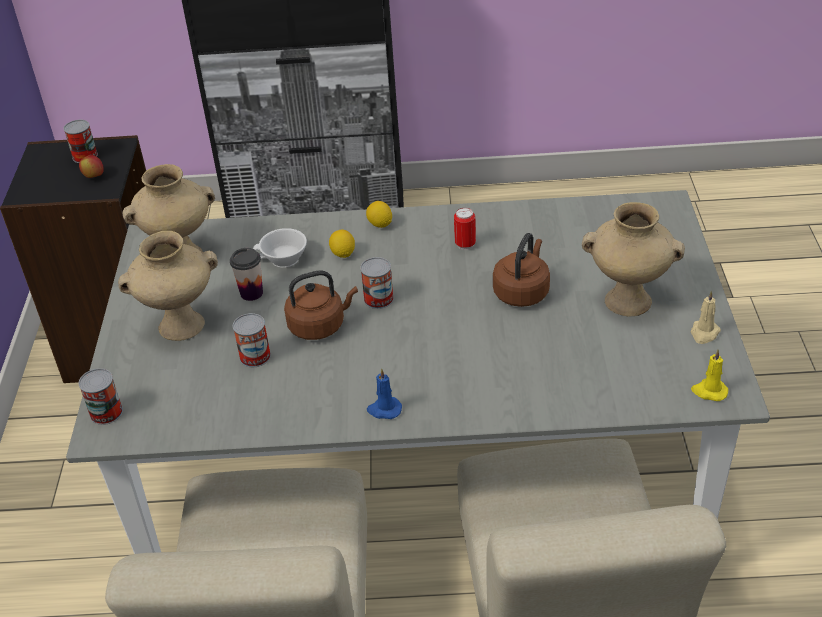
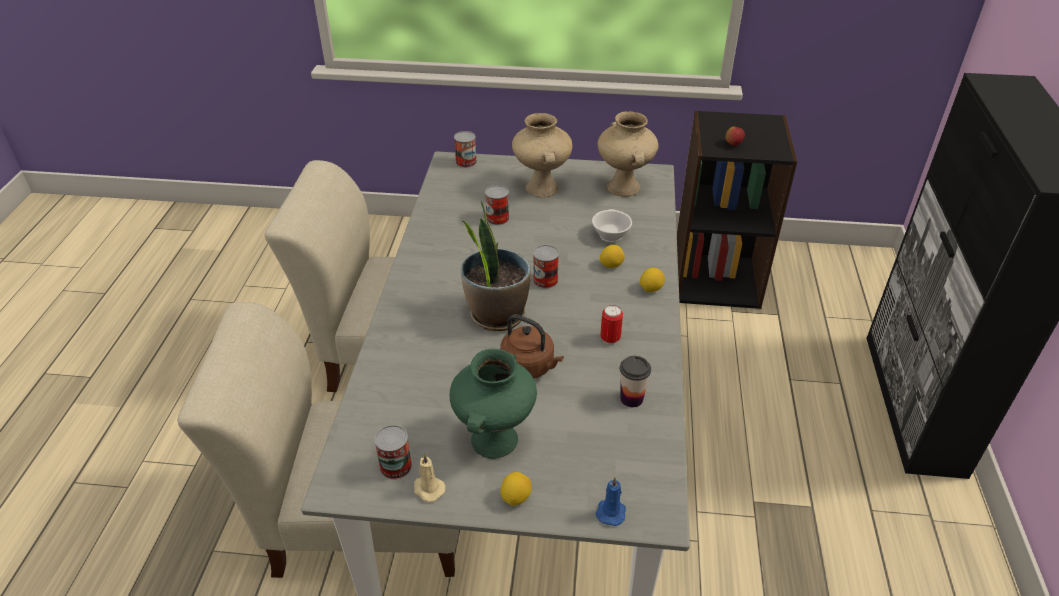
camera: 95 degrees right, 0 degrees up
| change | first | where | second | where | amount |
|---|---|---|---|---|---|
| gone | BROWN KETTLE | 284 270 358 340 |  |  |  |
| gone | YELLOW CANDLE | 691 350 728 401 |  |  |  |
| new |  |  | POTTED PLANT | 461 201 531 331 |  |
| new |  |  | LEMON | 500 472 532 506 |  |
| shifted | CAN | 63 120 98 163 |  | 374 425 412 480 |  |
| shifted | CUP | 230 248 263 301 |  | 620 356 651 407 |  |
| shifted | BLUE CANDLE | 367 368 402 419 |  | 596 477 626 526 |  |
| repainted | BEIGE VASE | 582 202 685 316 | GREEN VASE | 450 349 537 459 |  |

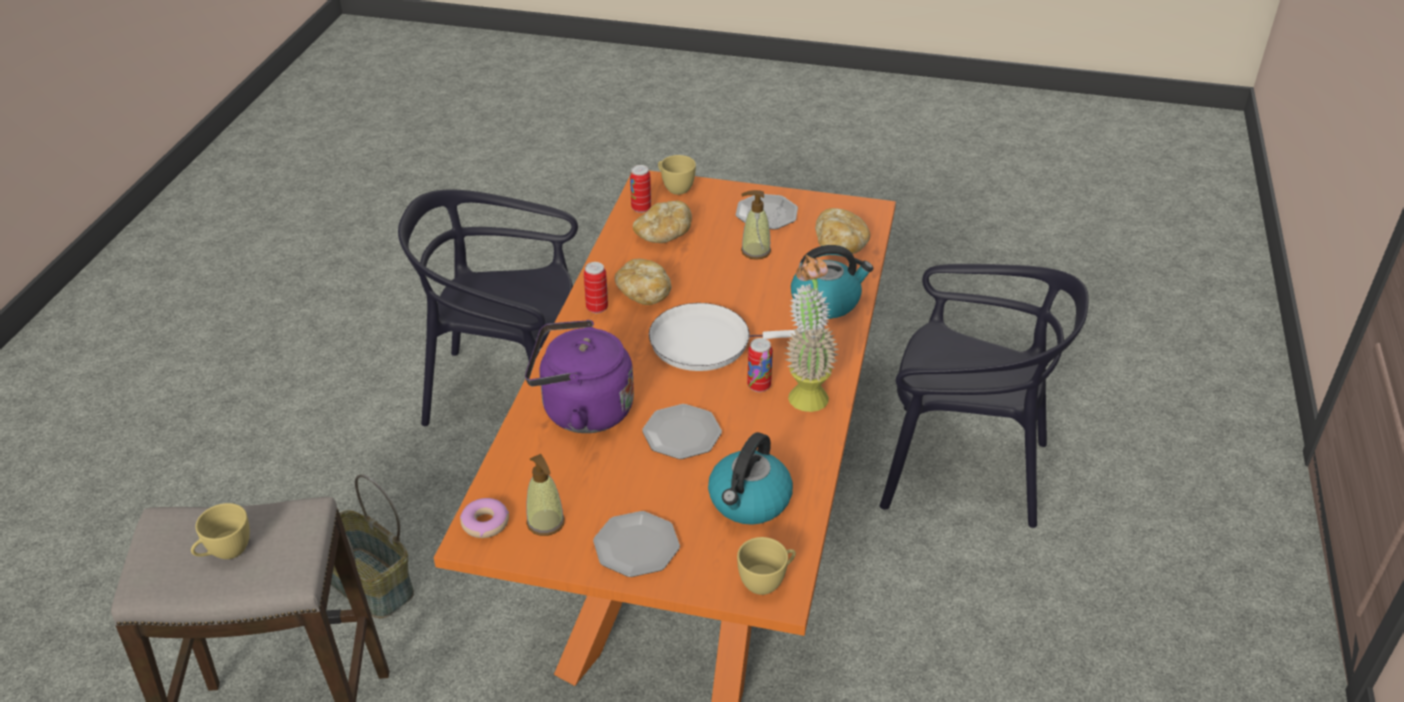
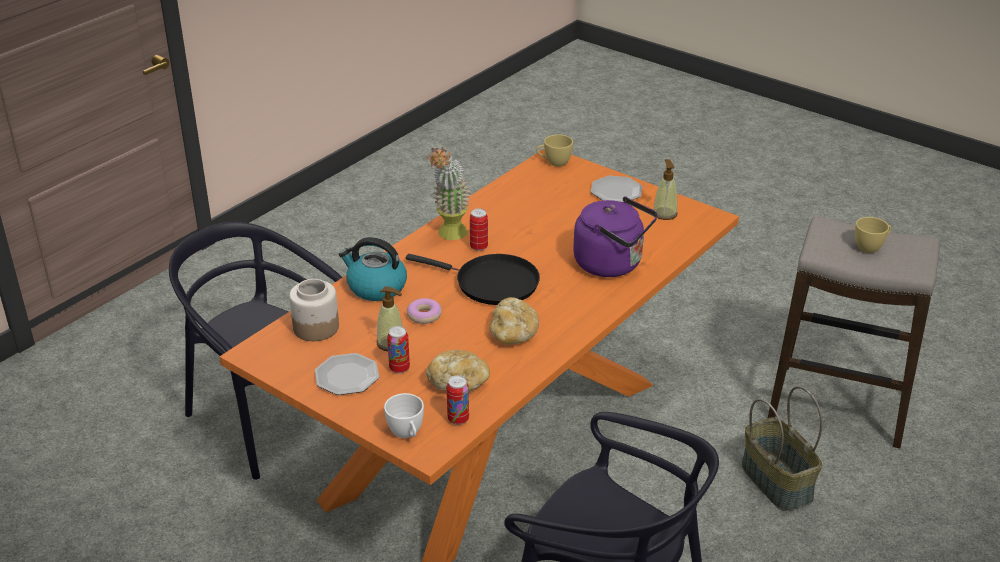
camera: 155 degrees left, 5 degrees down
| change | first | where | second | where | amount |
|---|---|---|---|---|---|
| gone | PLATE | 642 404 722 459 |  |  |  |
| gone | KETTLE | 708 432 793 525 |  |  |  |
| shifted | DONUT | 460 498 509 538 |  | 407 298 442 324 |  |
| shifted | CAN | 584 262 608 313 |  | 387 326 410 374 |  |
| swapped | BREAD | 815 208 870 254 | JAR | 289 279 339 341 |  |
| repainted | WHITE FRYING PAN | 649 303 800 371 | BLACK FRYING PAN | 406 254 540 305 |  |
| repainted | YELLOW CUP | 658 155 696 195 | WHITE CUP | 384 393 424 438 |  |

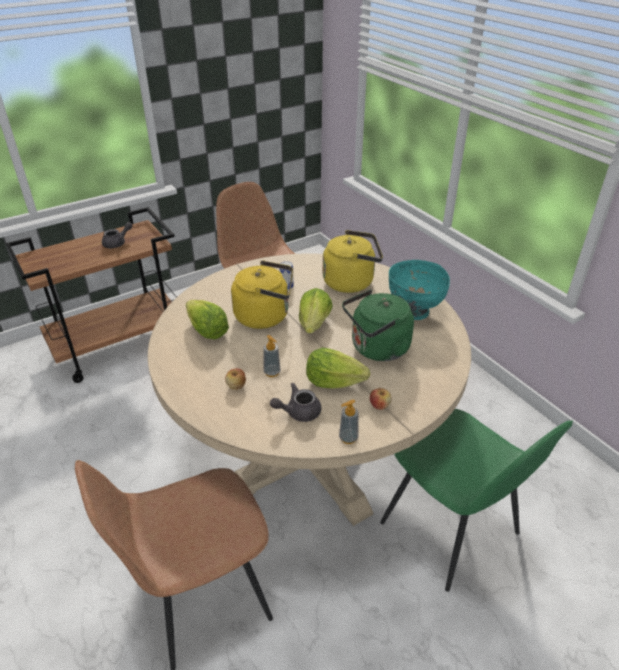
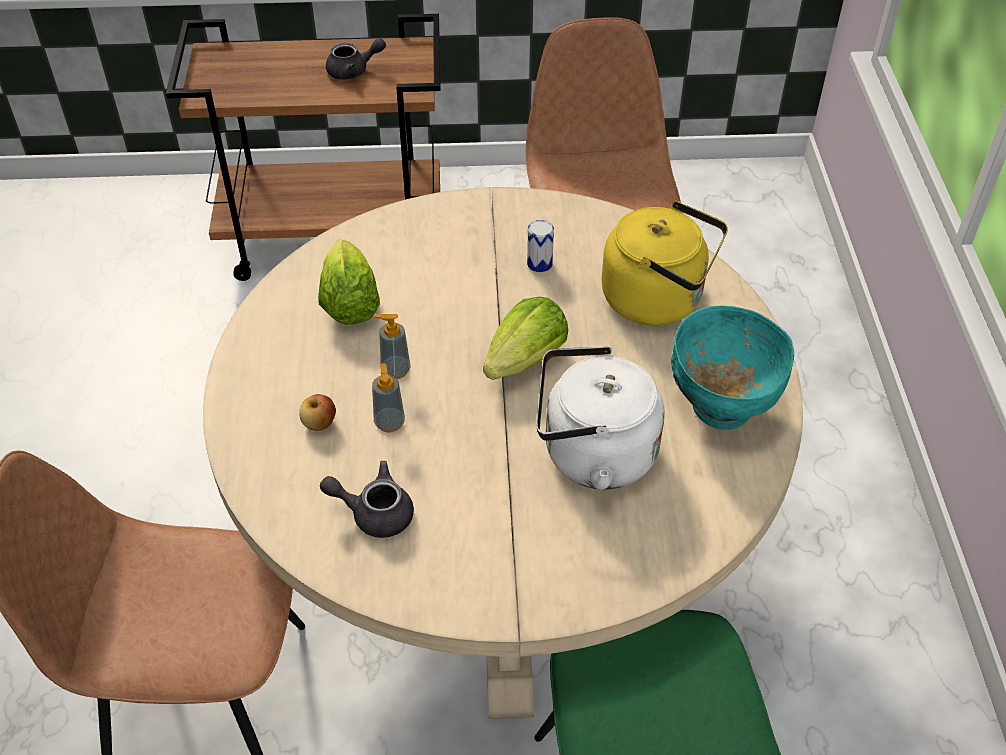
camera: 30 degrees right, 10 degrees up
| change | first | where | second | where | amount |
|---|---|---|---|---|---|
| gone | YELLOW KETTLE | 231 260 293 329 |  |  |  |
| gone | LETTUCE | 306 348 370 389 |  |  |  |
| gone | APPLE | 370 388 392 410 |  |  |  |
| shifted | SOAP DISPENSER | 339 399 358 444 |  | 375 314 411 379 |  |
| repainted | GREEN KETTLE | 342 289 414 361 | WHITE KETTLE | 536 346 664 490 |  |

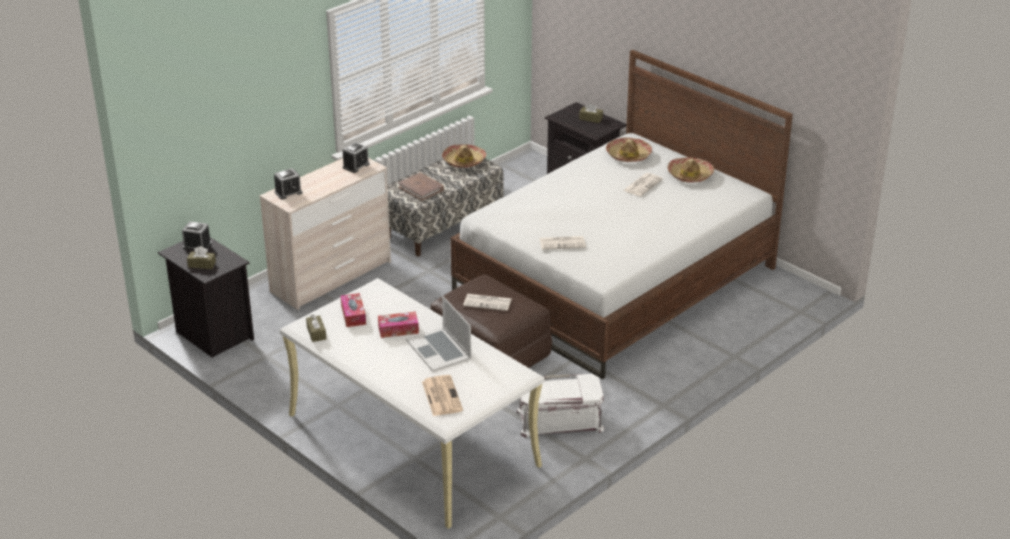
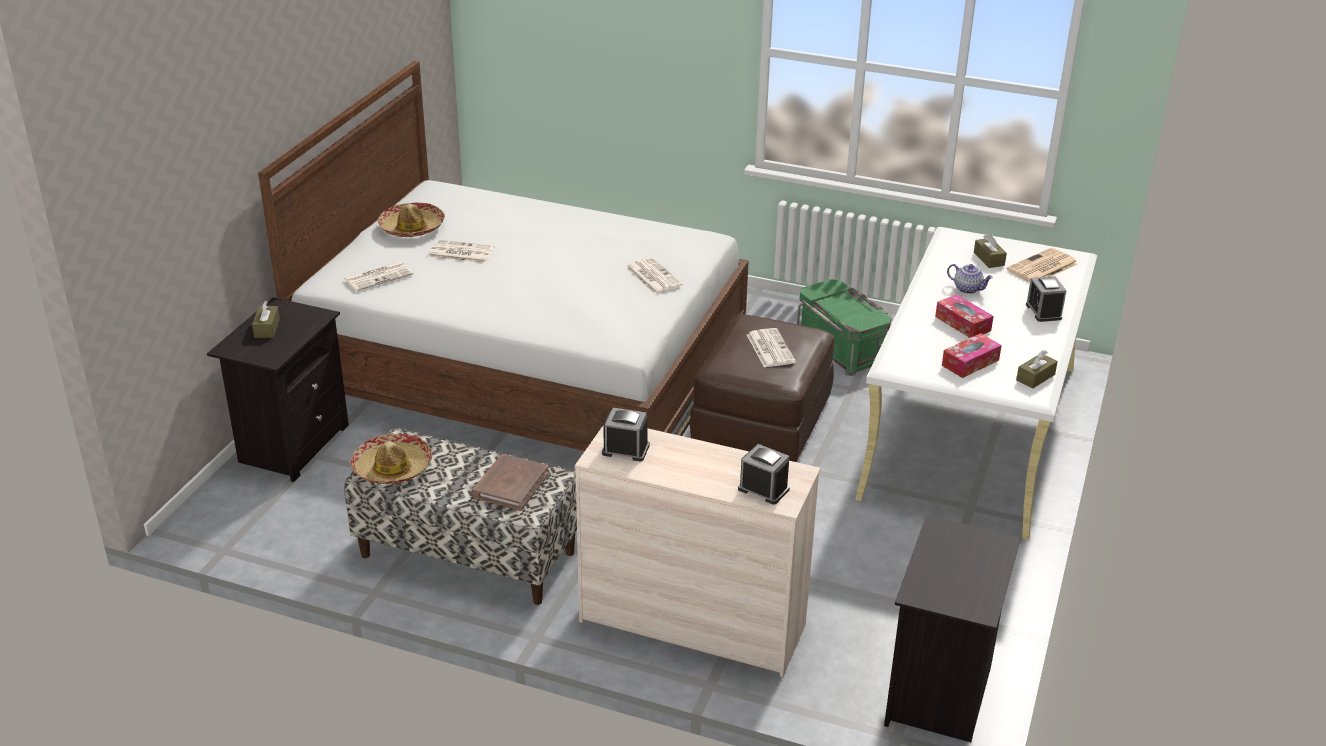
camera: 115 degrees left, 0 degrees up
| change | first | where | second | where | amount |
|---|---|---|---|---|---|
| shifted | ALARM CLOCK | 182 221 212 249 |  | 1026 276 1067 322 |  |
| shifted | BROWN TISSUE BOX | 187 246 216 269 |  | 974 234 1007 268 |  |
| swapped | LAPTOP | 406 296 471 372 | TEAPOT | 947 264 993 294 |  |
| swapped | HAT | 606 137 652 162 | NEWSPAPER | 344 262 413 291 |  |
| repainted | WHITE STORAGE BOX | 516 374 604 438 | GREEN STORAGE BOX | 797 279 892 376 |  |

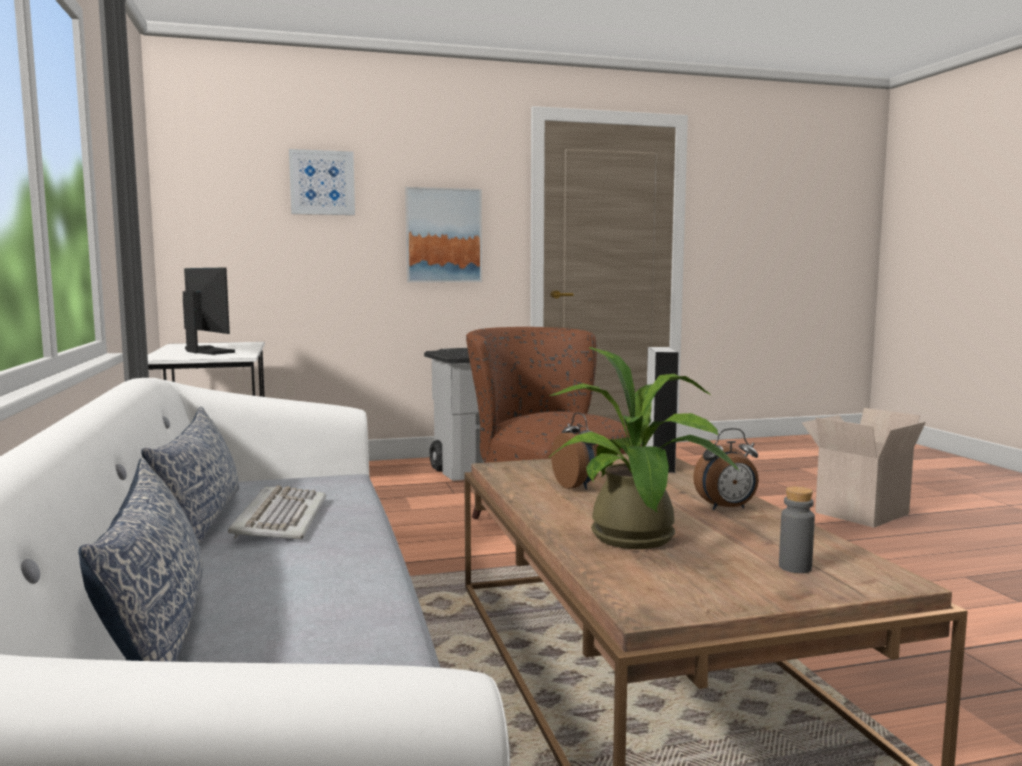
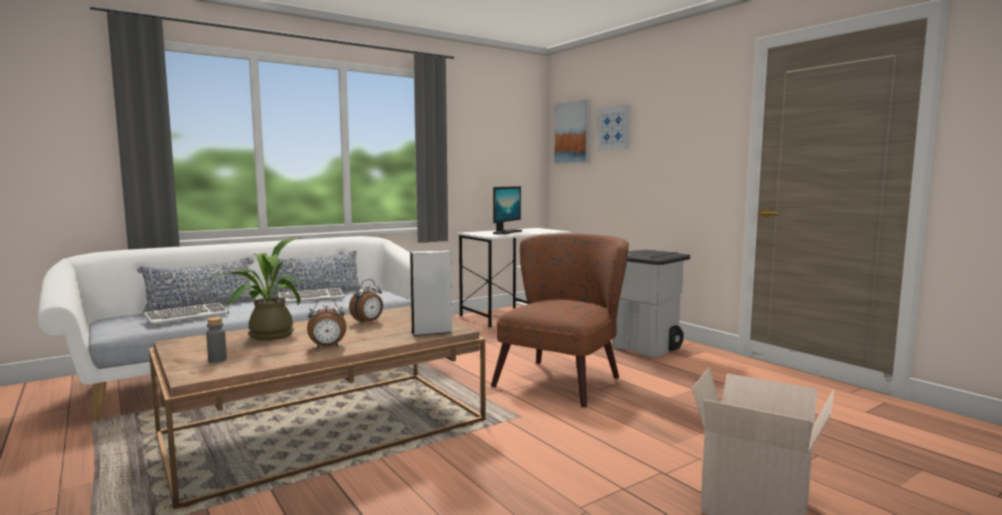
camera: 70 degrees right, 0 degrees up
| change | first | where | second | where | amount |
|---|---|---|---|---|---|
| new |  |  | KEYBOARD | 143 303 229 325 |  |
| shifted | PICTURE | 405 187 482 282 |  | 553 99 591 164 |  |
| rotated | ALARM CLOCK | 693 428 759 510 |  | 307 298 346 349 | 75 degrees counterclockwise |

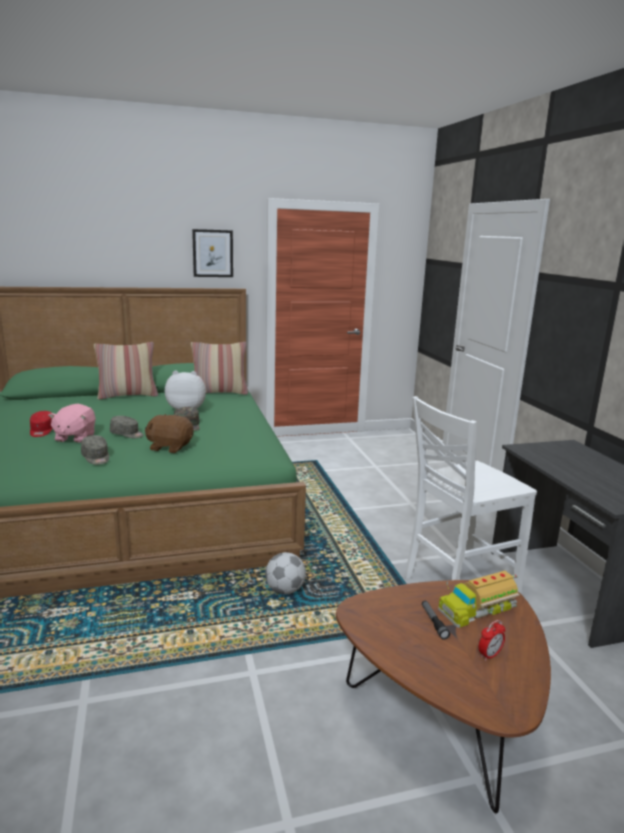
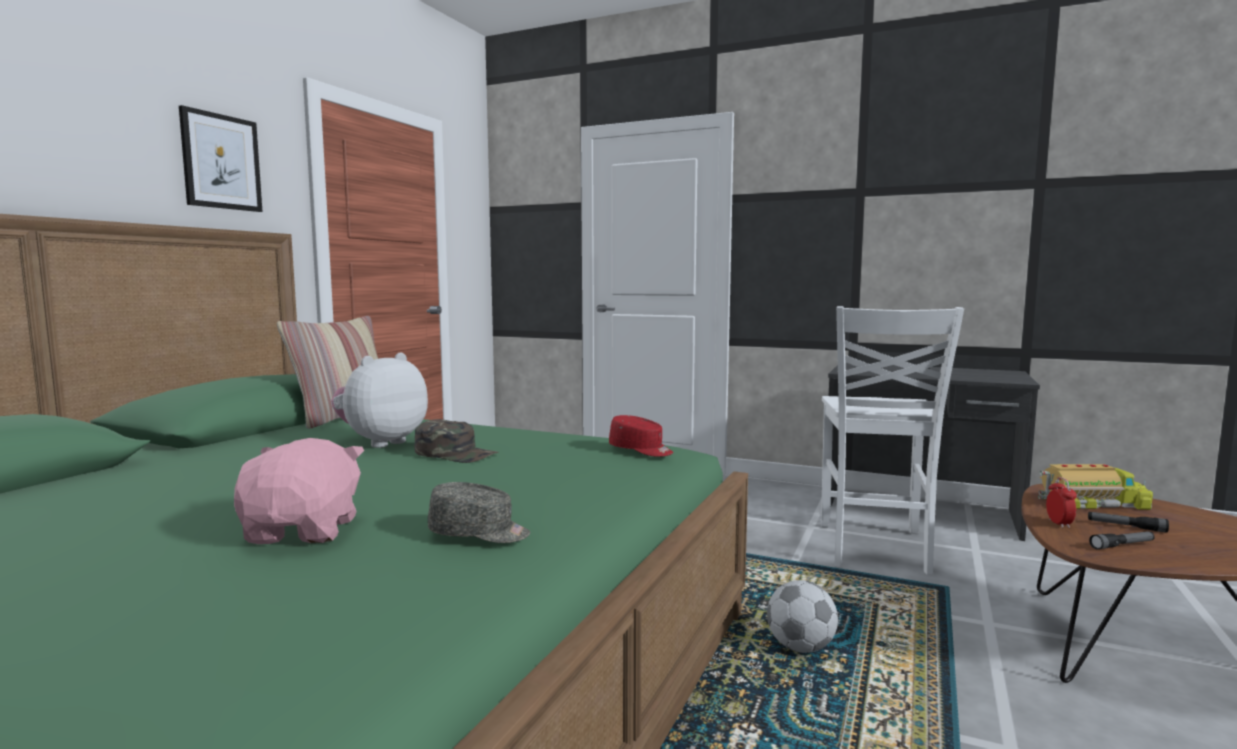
camera: 50 degrees left, 10 degrees down
| change | first | where | second | where | amount |
|---|---|---|---|---|---|
| gone | PILLOW | 94 342 158 400 |  |  |  |
| gone | GREY CAP | 110 416 144 438 |  |  |  |
| gone | BROWN PLUSH TOY | 145 414 194 453 |  |  |  |
| new |  |  | FLASHLIGHT | 1089 531 1155 549 |  |
| shifted | RED CAP | 30 411 52 437 |  | 609 415 673 457 |  |
| shifted | ALARM CLOCK | 478 620 506 661 |  | 1046 477 1076 528 |  |
| rotated | PINK PLUSH TOY | 48 404 96 443 |  | 234 438 364 544 | 135 degrees counterclockwise |
| rotated | TOY TRUCK | 438 571 520 628 |  | 1038 464 1153 510 | 105 degrees counterclockwise |

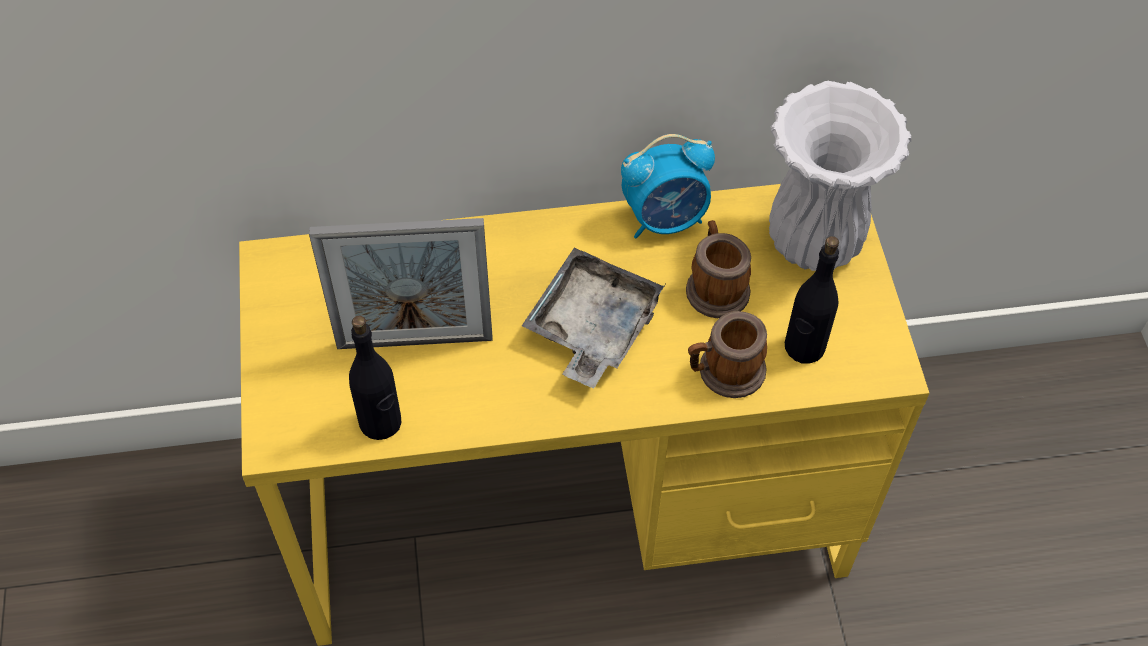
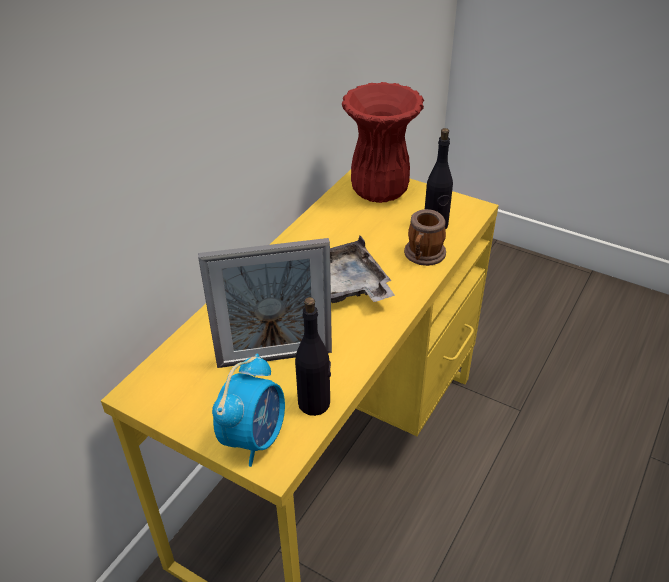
camera: 50 degrees left, 15 degrees down
| change | first | where | second | where | amount |
|---|---|---|---|---|---|
| gone | MUG | 686 220 751 318 |  |  |  |
| shifted | ALARM CLOCK | 621 134 715 238 |  | 212 354 285 467 |  |
| repainted | WHITE VASE | 769 80 911 271 | RED VASE | 341 82 424 203 |  |
| rotated | PICTURE FRAME | 309 218 493 349 |  | 198 238 332 368 | 45 degrees clockwise |

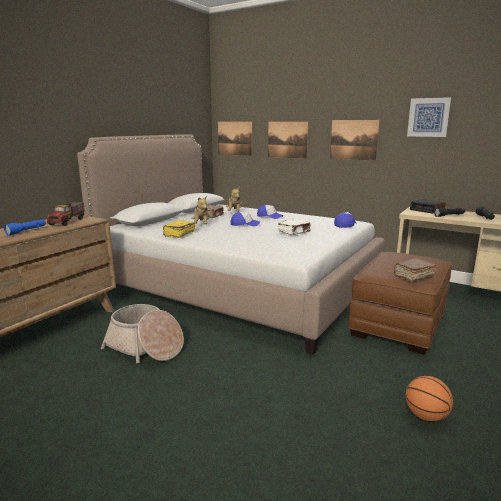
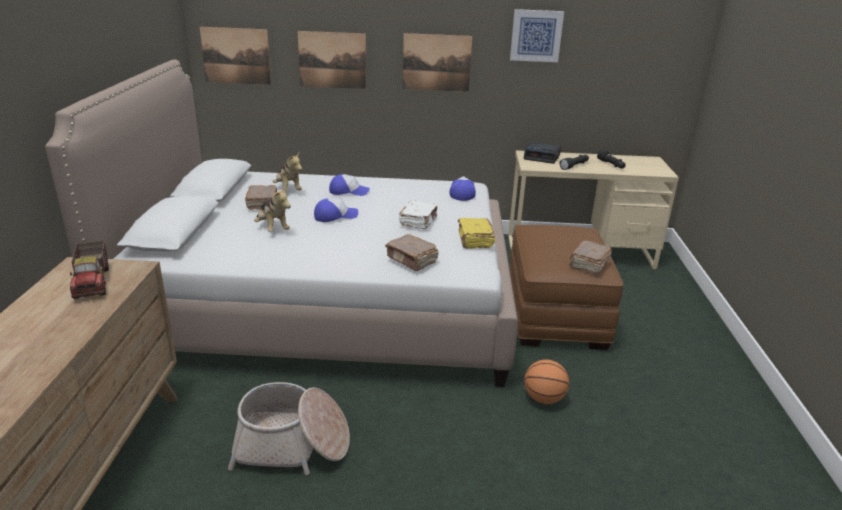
camera: 30 degrees left, 10 degrees up
| change | first | where | second | where | amount |
|---|---|---|---|---|---|
| gone | BLUE FLASHLIGHT | 4 220 46 236 |  |  |  |
| new |  |  | BROWN BOOK | 385 234 439 271 |  |
| shifted | YELLOW BOOK | 163 220 195 238 |  | 458 218 495 249 |  |
| shifted | BASKETBALL | 405 376 453 422 |  | 524 359 569 404 |  |

